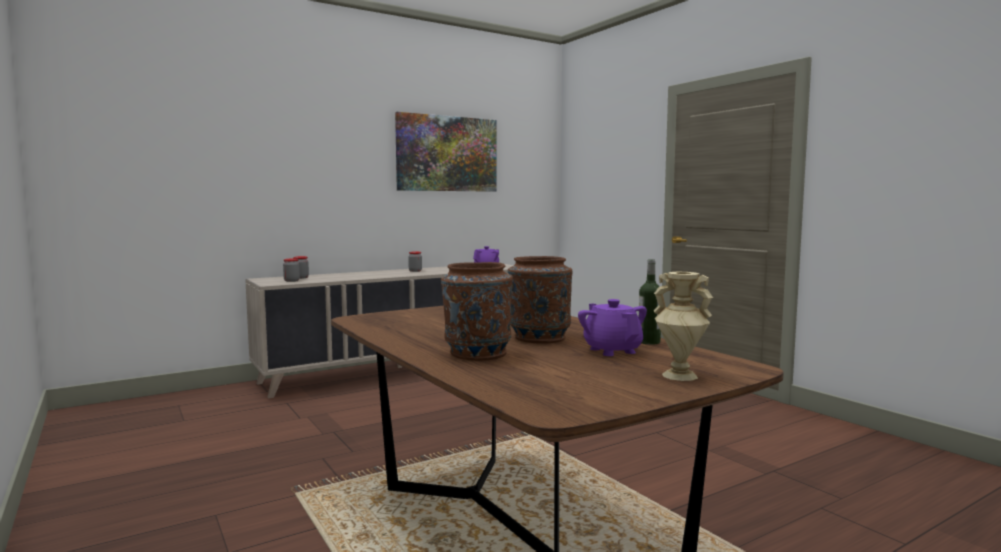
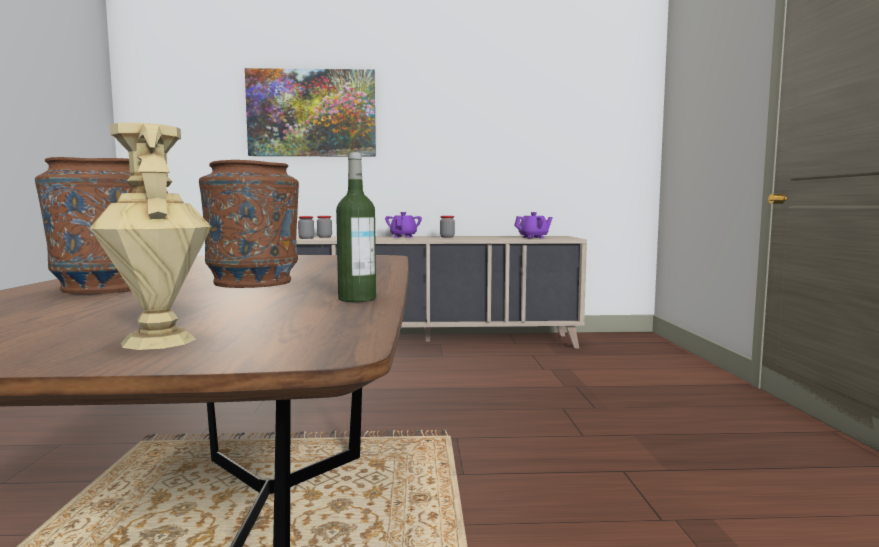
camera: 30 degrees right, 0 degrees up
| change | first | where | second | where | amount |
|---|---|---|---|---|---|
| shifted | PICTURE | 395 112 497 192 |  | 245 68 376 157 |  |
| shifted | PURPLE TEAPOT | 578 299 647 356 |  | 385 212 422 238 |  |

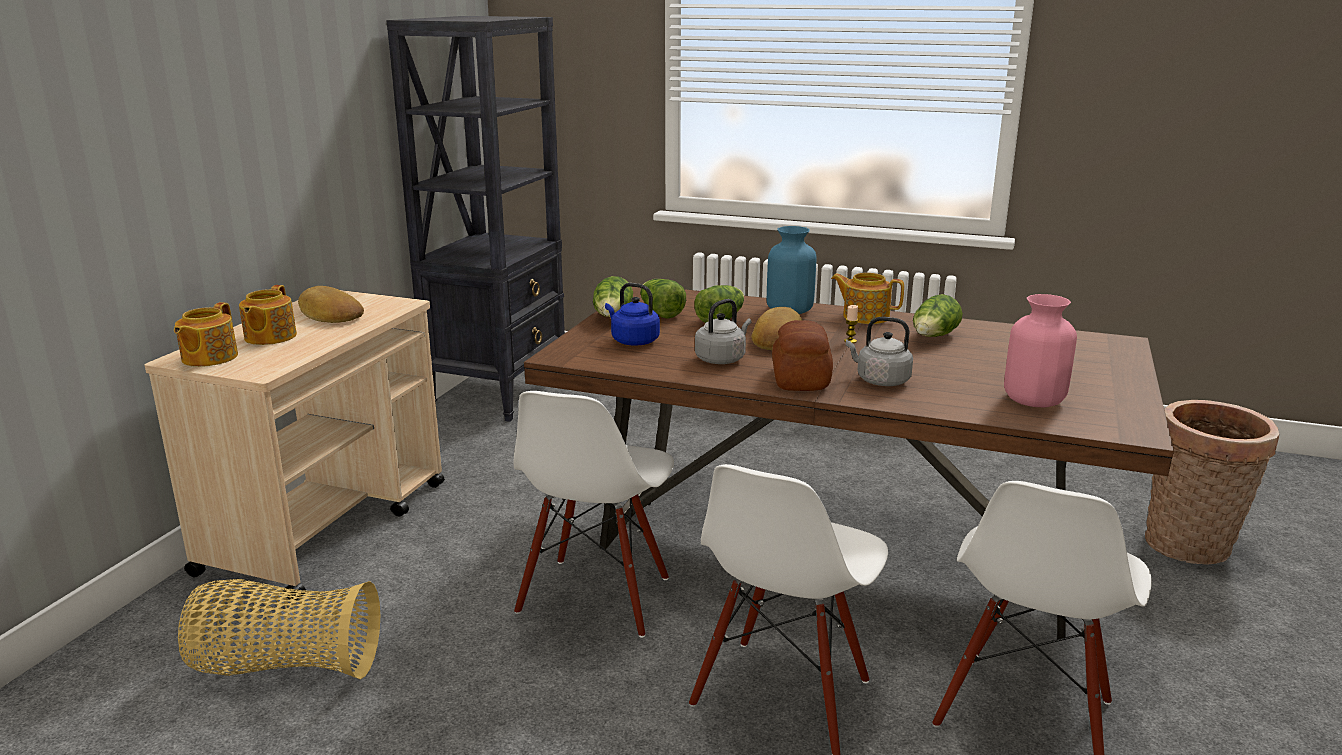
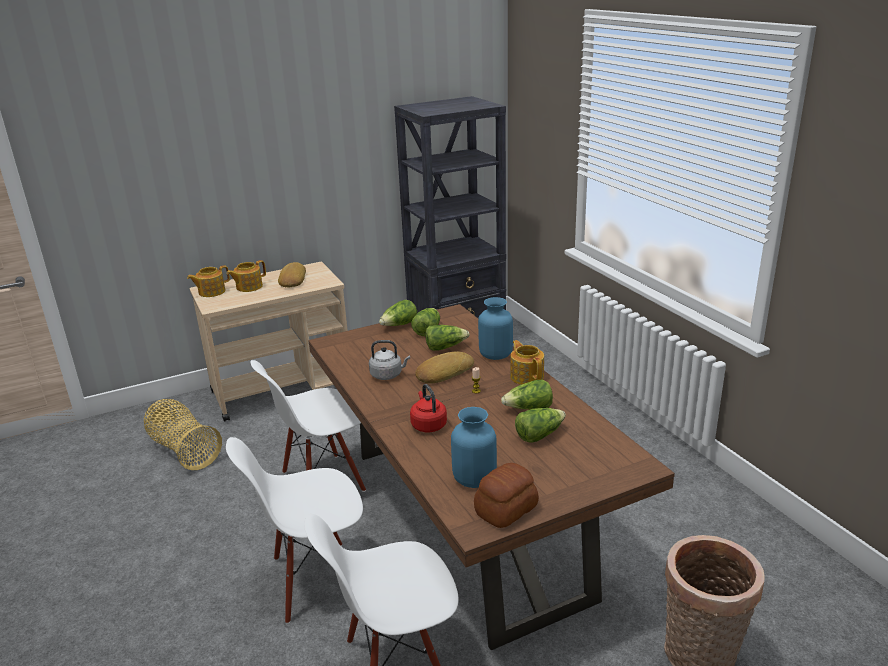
camera: 45 degrees right, 5 degrees up
| change | first | where | second | where | amount |
|---|---|---|---|---|---|
| gone | BLUE KETTLE | 605 283 660 346 |  |  |  |
| new |  |  | LETTUCE | 515 408 566 443 |  |
| shifted | BREAD | 772 320 833 391 |  | 474 463 539 528 |  |
| repainted | GREY KETTLE | 846 317 913 386 | RED KETTLE | 410 384 447 432 |  |
| repainted | PINK VASE | 1004 294 1077 407 | BLUE VASE | 451 407 497 488 |  |

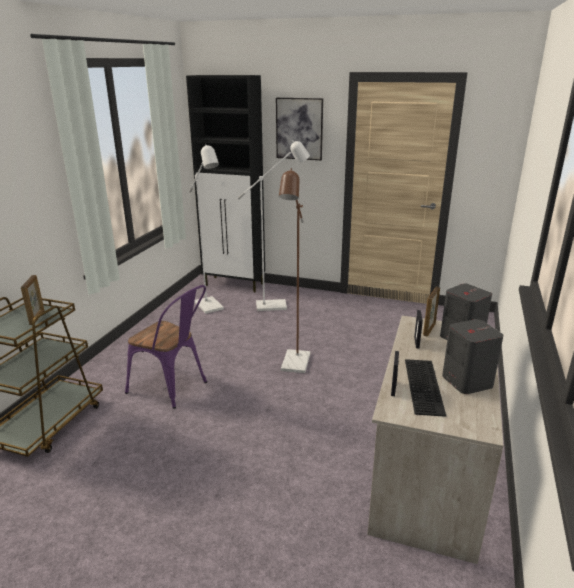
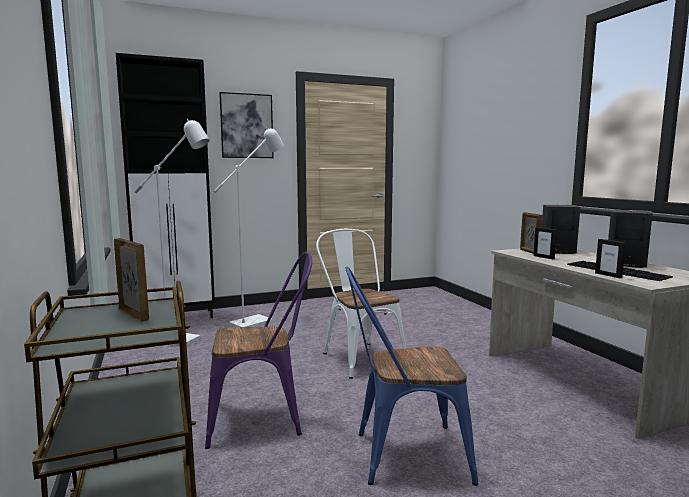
camera: 40 degrees left, 15 degrees down
| change | first | where | second | where | amount |
|---|---|---|---|---|---|
| new |  |  | BLUE CHAIR | 345 267 478 486 |  |
| swapped | BROWN FLOOR LAMP | 279 168 310 373 | WHITE CHAIR | 316 229 406 379 |  |

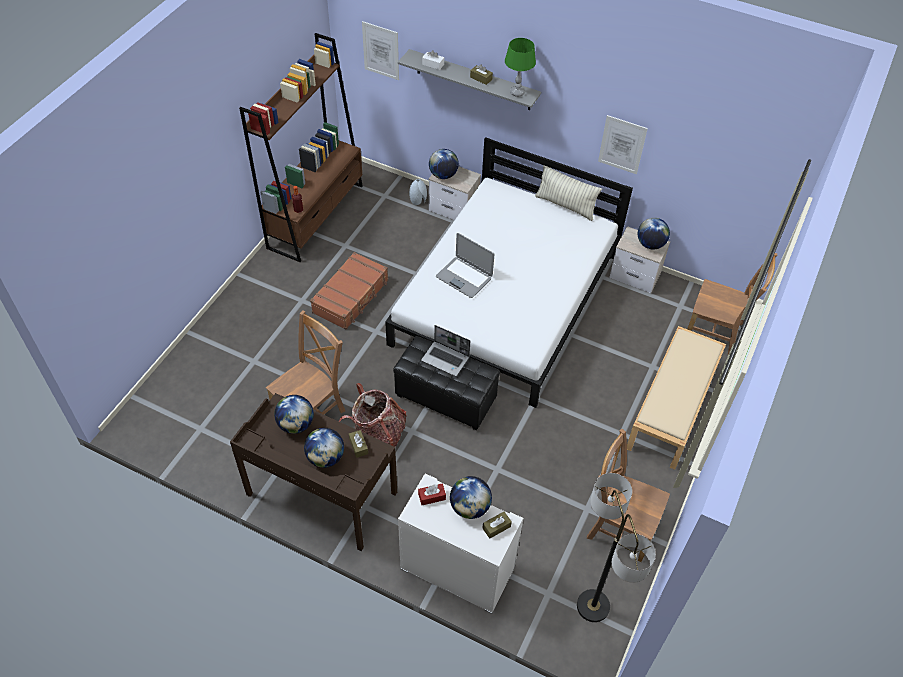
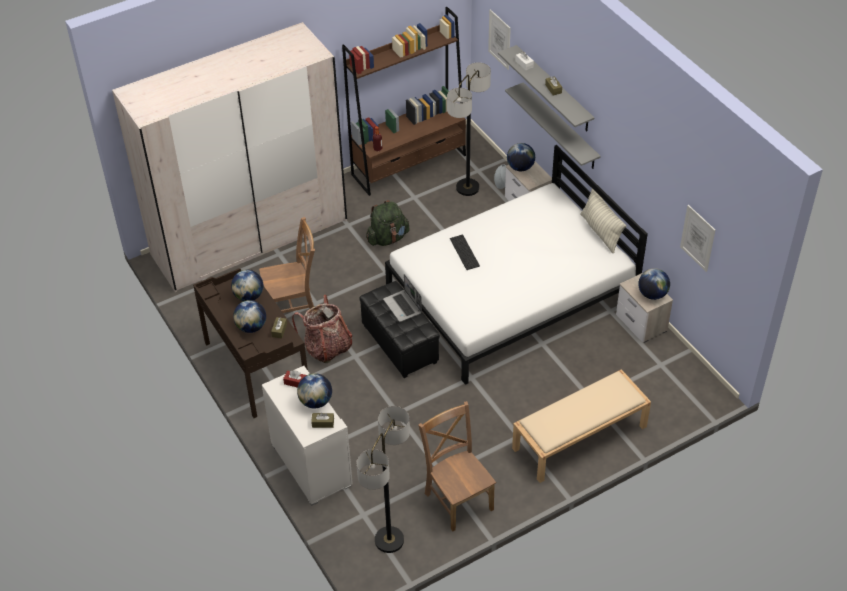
camera: 35 degrees right, 5 degrees down
| change | first | where | second | where | amount |
|---|---|---|---|---|---|
| gone | GREEN TABLE LAMP | 505 38 536 97 |  |  |  |
| gone | BROWN CHAIR | 687 253 777 355 |  |  |  |
| new |  |  | BEIGE WARDROBE | 112 22 347 292 |  |
| new |  |  | FLOOR LAMP | 447 62 491 196 |  |
| new |  |  | GREY SHELF | 505 82 601 169 |  |
| shifted | PICTURE | 598 115 648 174 |  | 680 205 715 272 |  |
| swapped | BROWN SUITCASE | 310 252 388 330 | GREEN BACKPACK | 366 200 410 246 |  |
| swapped | LAPTOP | 436 233 494 298 | KEYBOARD | 450 235 480 270 |  |

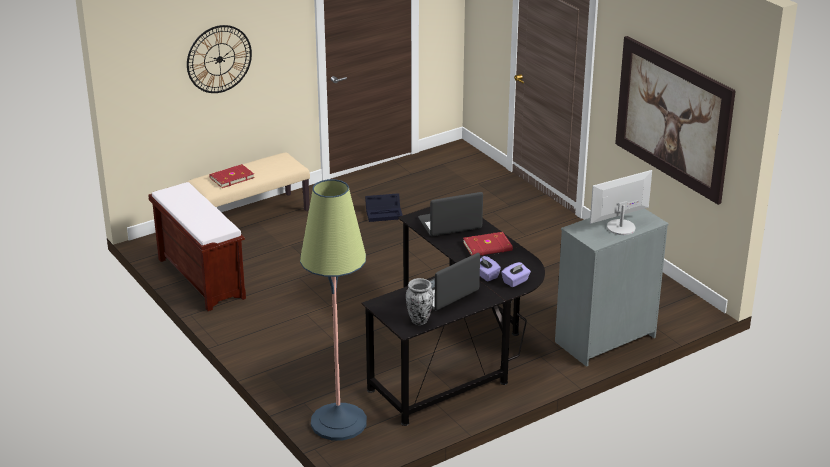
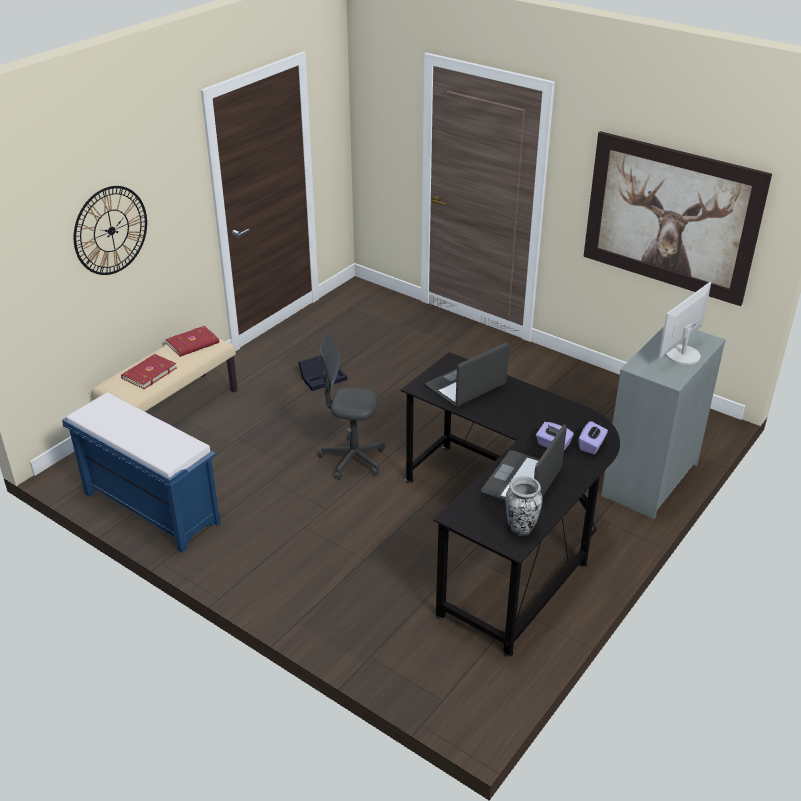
camera: 20 degrees left, 5 degrees up
| change | first | where | second | where | amount |
|---|---|---|---|---|---|
| gone | FLOOR LAMP | 300 179 367 440 |  |  |  |
| new |  |  | GREY OFFICE CHAIR | 318 332 385 480 |  |
| shifted | RED BOOK | 463 232 513 256 |  | 166 326 219 357 |  |
| repainted | BROWN BENCH | 148 182 246 311 | BLUE BENCH | 62 392 221 553 |  |

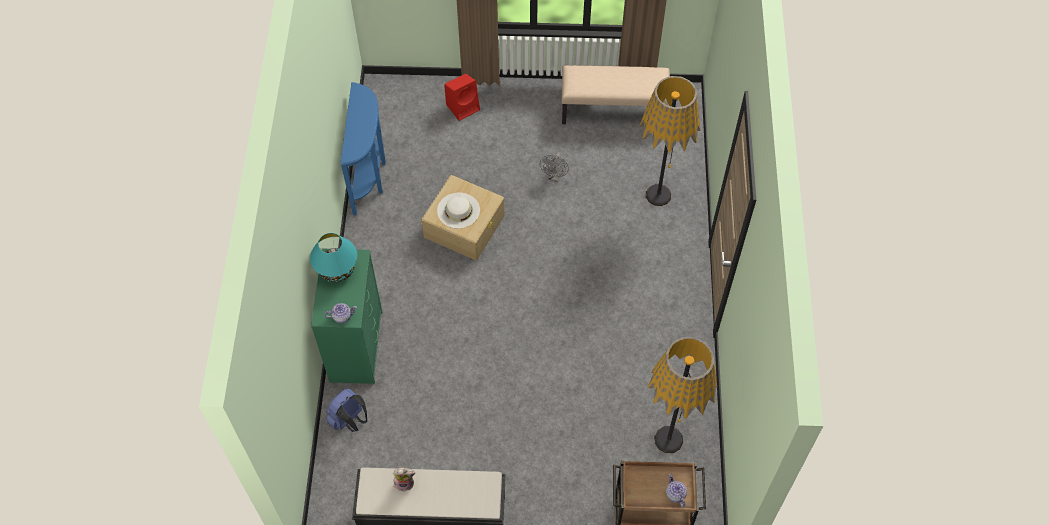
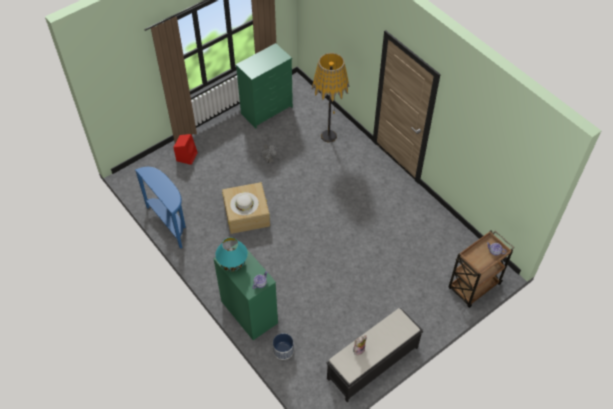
camera: 40 degrees left, 5 degrees down
| change | first | where | second | where | amount |
|---|---|---|---|---|---|
| gone | FLOOR LAMP | 648 337 717 453 |  |  |  |
| swapped | BLUE BACKPACK | 326 389 367 432 | PLANTER | 273 333 294 360 |  |
| swapped | BEIGE BENCH | 561 65 670 124 | GREEN DRESSER | 236 43 293 128 |  |

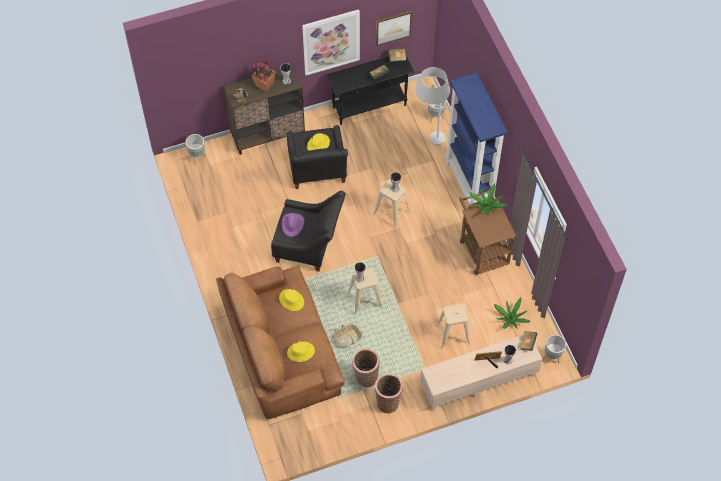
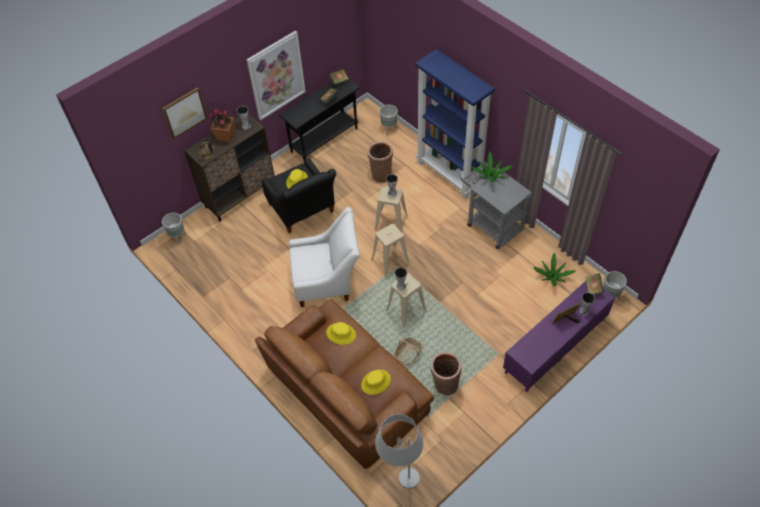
camera: 20 degrees left, 5 degrees down
| change | first | where | second | where | amount |
|---|---|---|---|---|---|
| gone | PURPLE HAT | 281 213 304 237 |  |  |  |
| shifted | BASKET | 375 373 403 414 |  | 367 142 393 183 |  |
| shifted | PICTURE | 376 11 412 46 |  | 162 88 207 139 |  |
| shifted | WHITE FLOOR LAMP | 415 67 450 145 |  | 375 414 424 489 |  |
| shifted | BEIGE STOOL | 436 304 470 349 |  | 371 224 410 277 |  |
| repainted | BLACK ARMCHAIR | 271 191 346 271 | WHITE ARMCHAIR | 289 207 360 307 |  |
| repainted | BEIGE TV STAND | 420 335 542 410 | PURPLE TV STAND | 503 281 615 392 |  |
| repainted | BROWN CART | 459 189 516 275 | GREY CART | 460 161 532 249 |  |

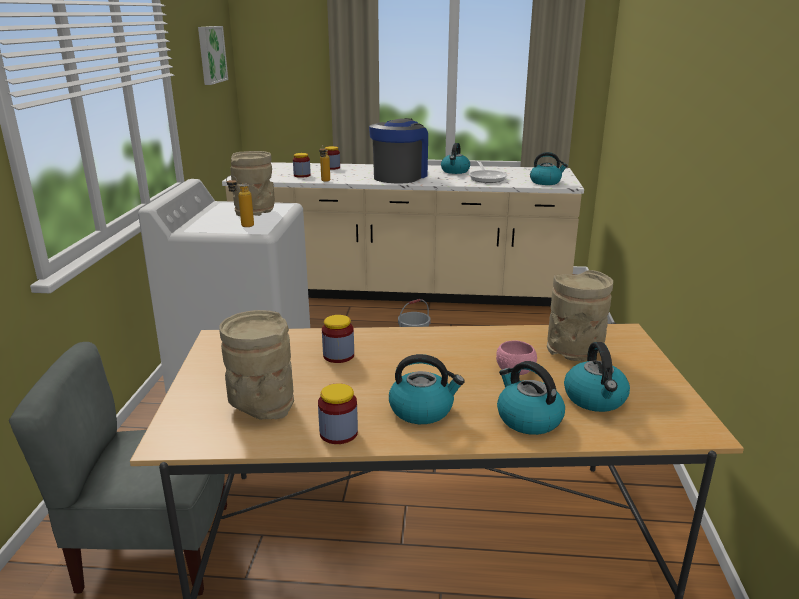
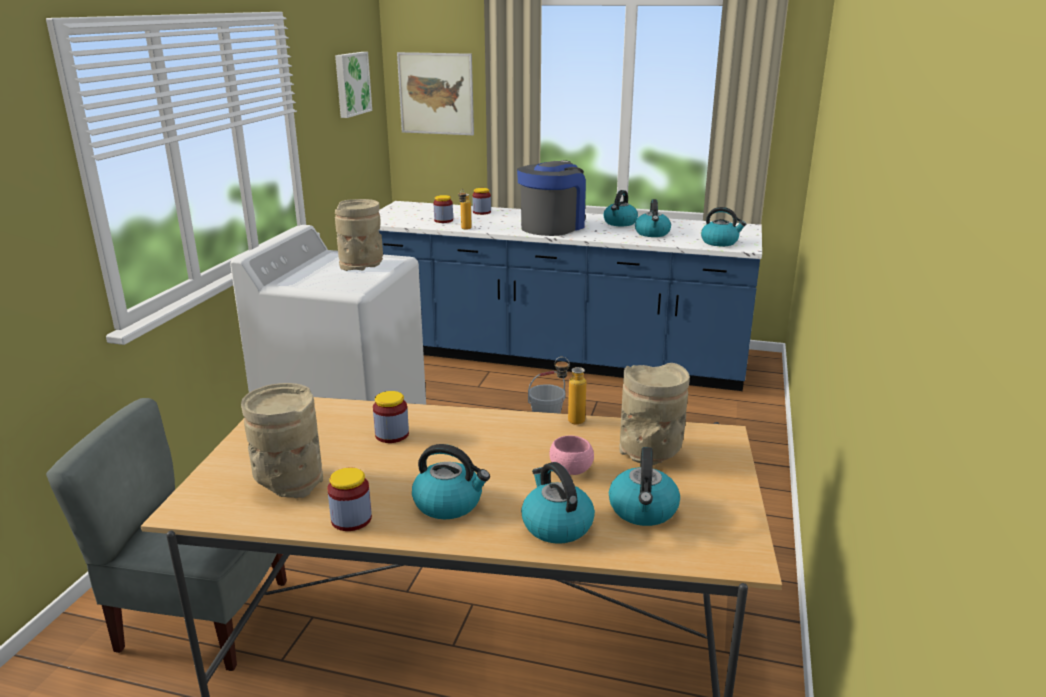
camera: 10 degrees right, 0 degrees up
| change | first | where | second | where | amount |
|---|---|---|---|---|---|
| new |  |  | PICTURE | 397 52 474 135 |  |
| shifted | BOTTLE | 226 175 254 227 |  | 555 357 586 425 |  |
| swapped | FRYING PAN | 469 161 507 183 | KETTLE | 635 199 671 237 |  |
| repainted | BEIGE COUNTER | 222 162 584 306 | BLUE COUNTER | 378 201 762 391 |  |

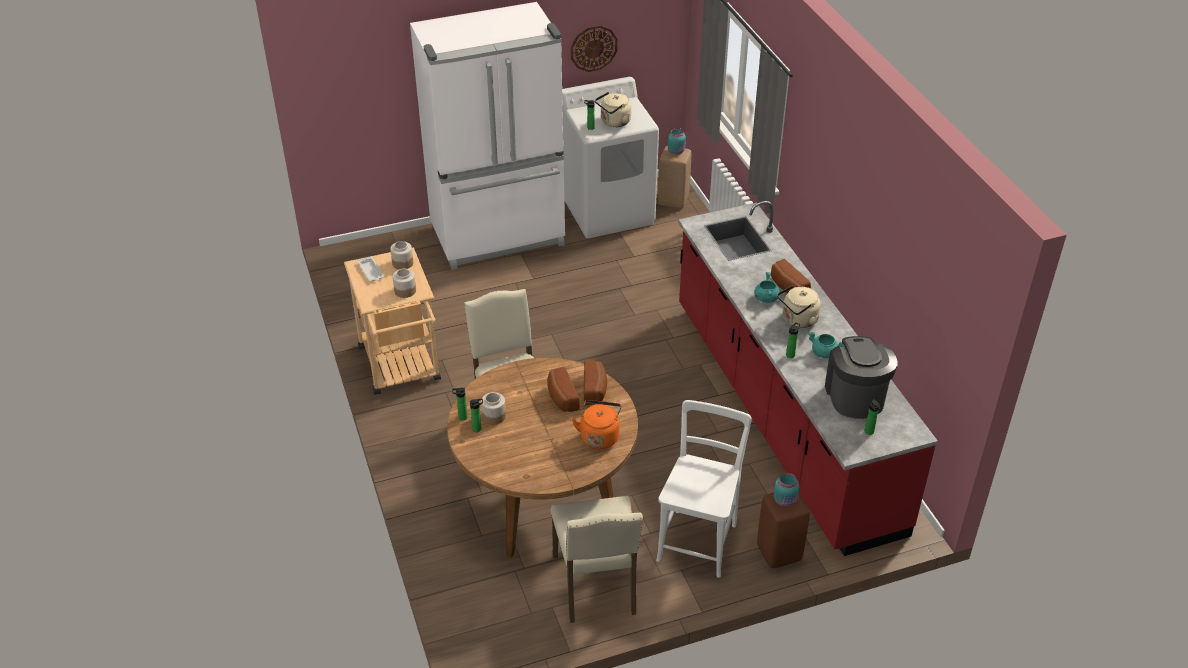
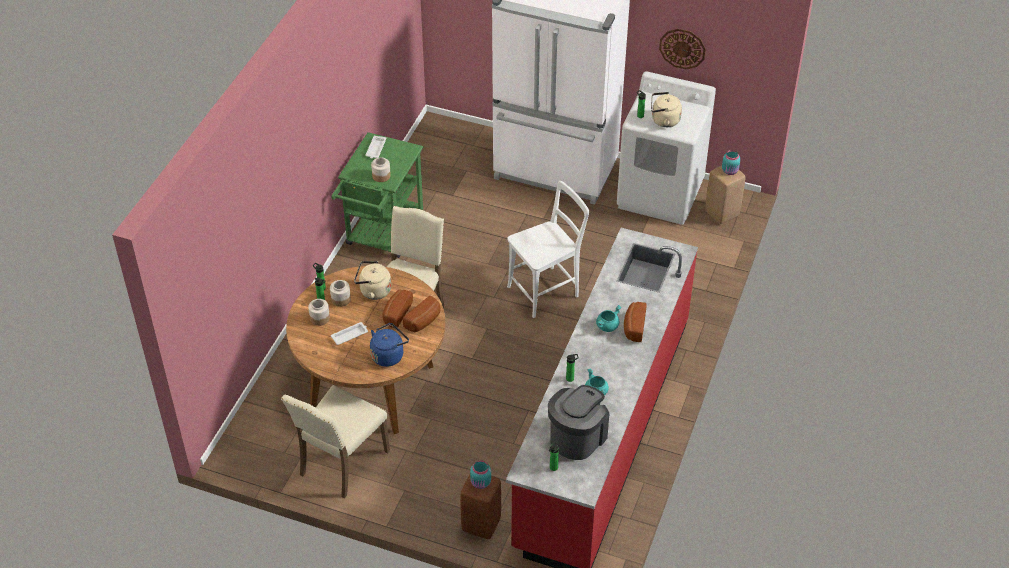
camera: 40 degrees right, 5 degrees up
| change | first | where | second | where | amount |
|---|---|---|---|---|---|
| new |  |  | WHITE TRAY | 331 322 368 345 |  |
| shifted | JAR | 390 241 413 269 |  | 308 299 330 326 |  |
| shifted | WHITE CHAIR | 656 400 752 578 |  | 507 181 589 318 |  |
| shifted | BEIGE KETTLE | 777 285 821 328 |  | 354 261 391 300 |  |
| repainted | BEIGE CART | 344 248 441 395 | GREEN CART | 331 132 423 258 |  |
| repainted | ORANGE KETTLE | 572 400 621 449 | BLUE KETTLE | 370 323 409 367 |  |

